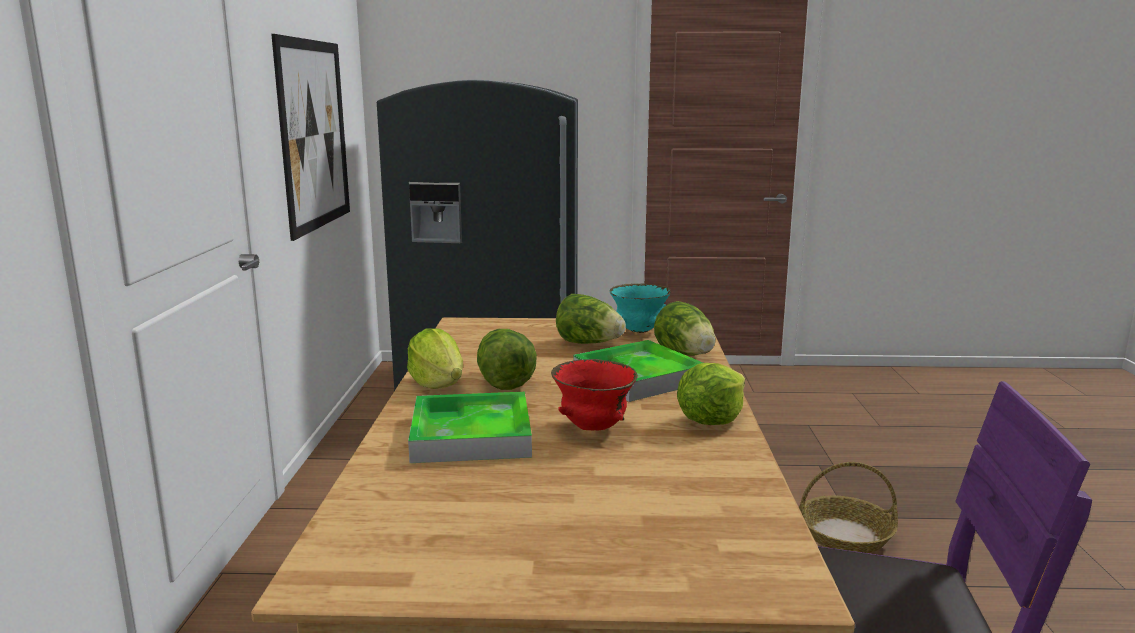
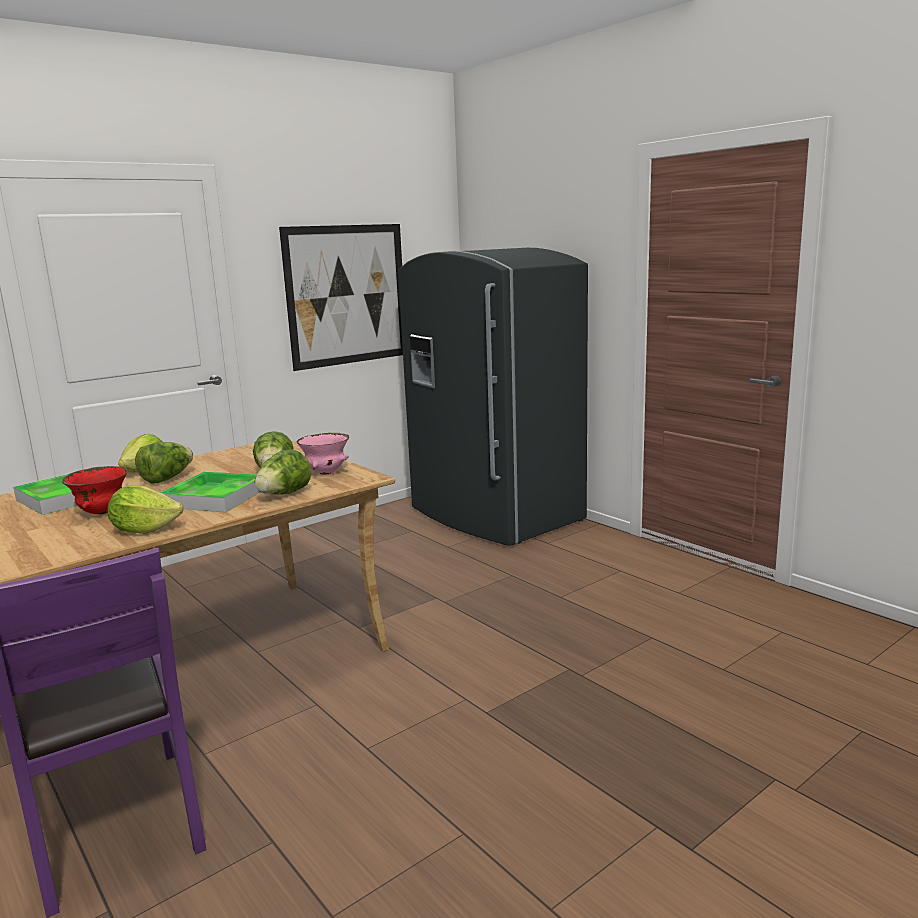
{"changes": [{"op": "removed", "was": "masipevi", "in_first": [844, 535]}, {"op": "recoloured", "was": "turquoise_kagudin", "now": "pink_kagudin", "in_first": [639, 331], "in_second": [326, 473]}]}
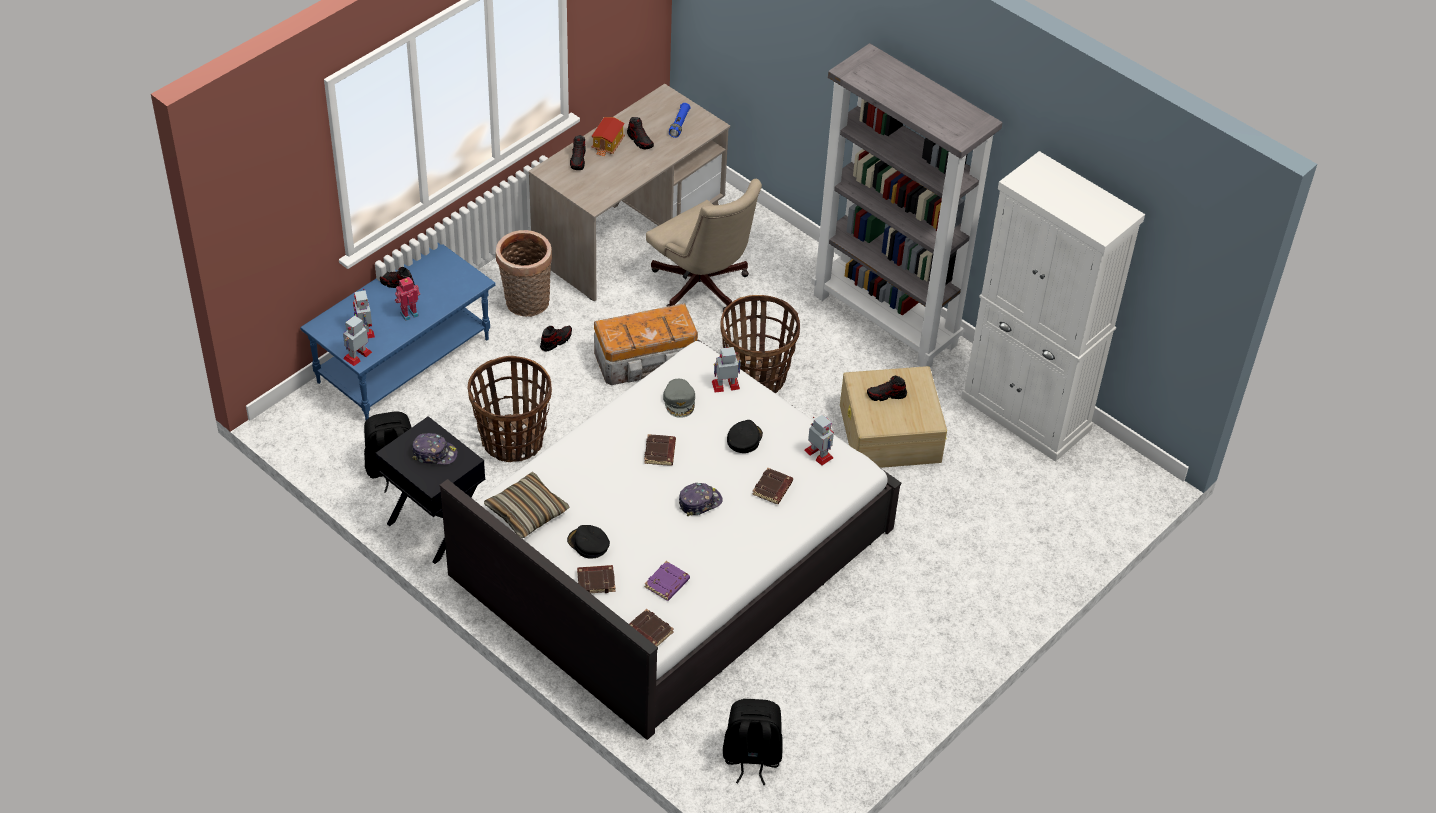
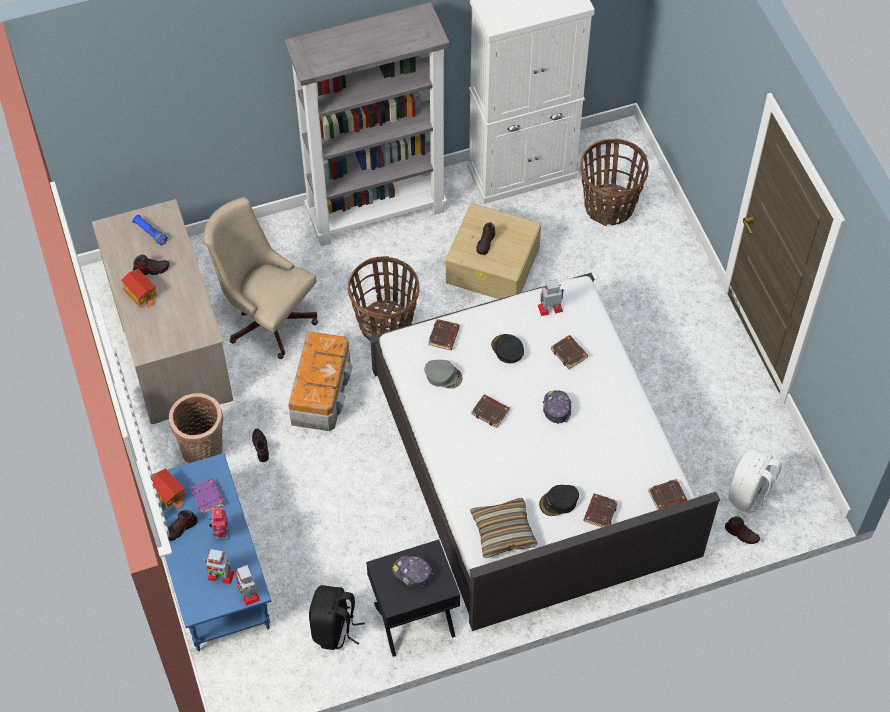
{"changes": [{"op": "added", "now": "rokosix", "in_second": [169, 494]}, {"op": "moved", "was": "masipevi", "in_first": [512, 441], "in_second": [609, 206]}, {"op": "moved", "was": "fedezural", "in_first": [578, 160], "in_second": [741, 534]}, {"op": "moved", "was": "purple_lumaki", "in_first": [667, 584], "in_second": [208, 498]}, {"op": "replaced", "was": "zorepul", "now": "brown_lumaki", "in_first": [726, 385], "in_second": [444, 336]}, {"op": "recoloured", "was": "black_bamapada", "now": "white_bamapada", "in_first": [751, 757], "in_second": [750, 494]}, {"op": "turned", "was": "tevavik", "in_first": [434, 454], "in_second": [412, 573], "clockwise": -90}, {"op": "turned", "was": "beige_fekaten", "in_first": [702, 289], "in_second": [266, 317], "clockwise": -135}]}
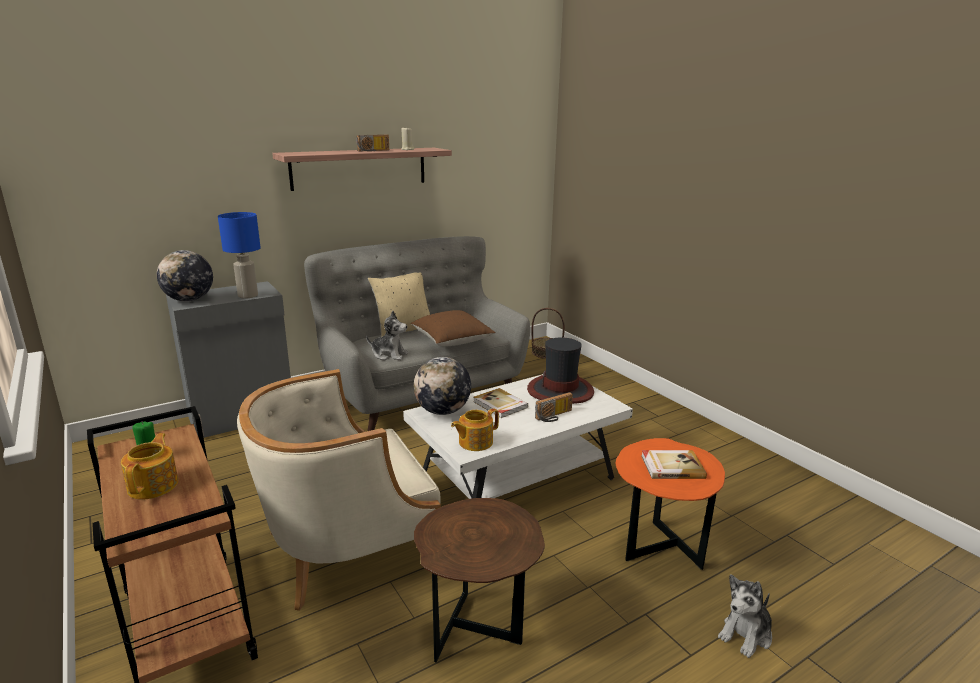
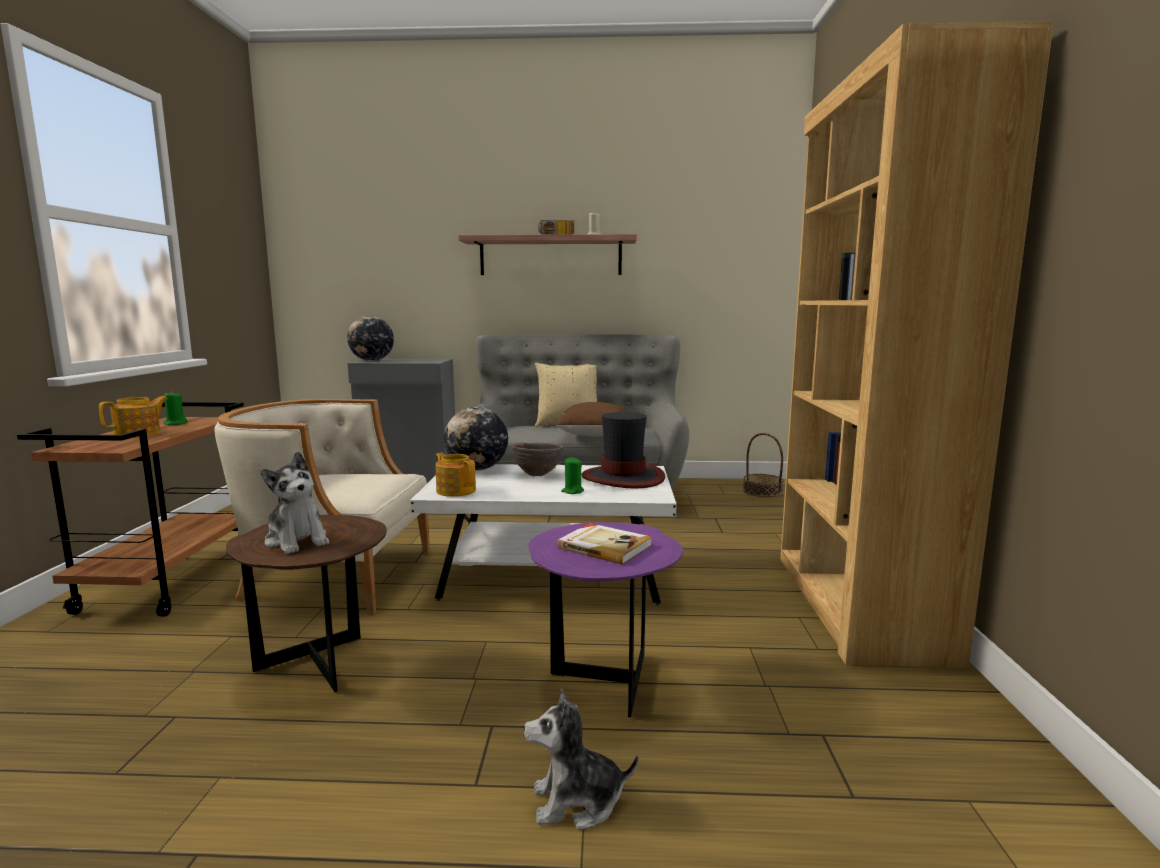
{"changes": [{"op": "removed", "was": "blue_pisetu", "in_first": [248, 296]}, {"op": "added", "now": "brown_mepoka", "in_second": [856, 604]}, {"op": "moved", "was": "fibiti", "in_first": [389, 355], "in_second": [297, 540]}, {"op": "replaced", "was": "lumaki", "now": "brown_kagudin", "in_first": [500, 405], "in_second": [537, 475]}, {"op": "replaced", "was": "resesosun", "now": "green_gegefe", "in_first": [554, 416], "in_second": [572, 491]}, {"op": "recoloured", "was": "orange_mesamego", "now": "purple_mesamego", "in_first": [658, 552], "in_second": [603, 681]}, {"op": "turned", "was": "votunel", "in_first": [474, 442], "in_second": [456, 490], "clockwise": 45}]}
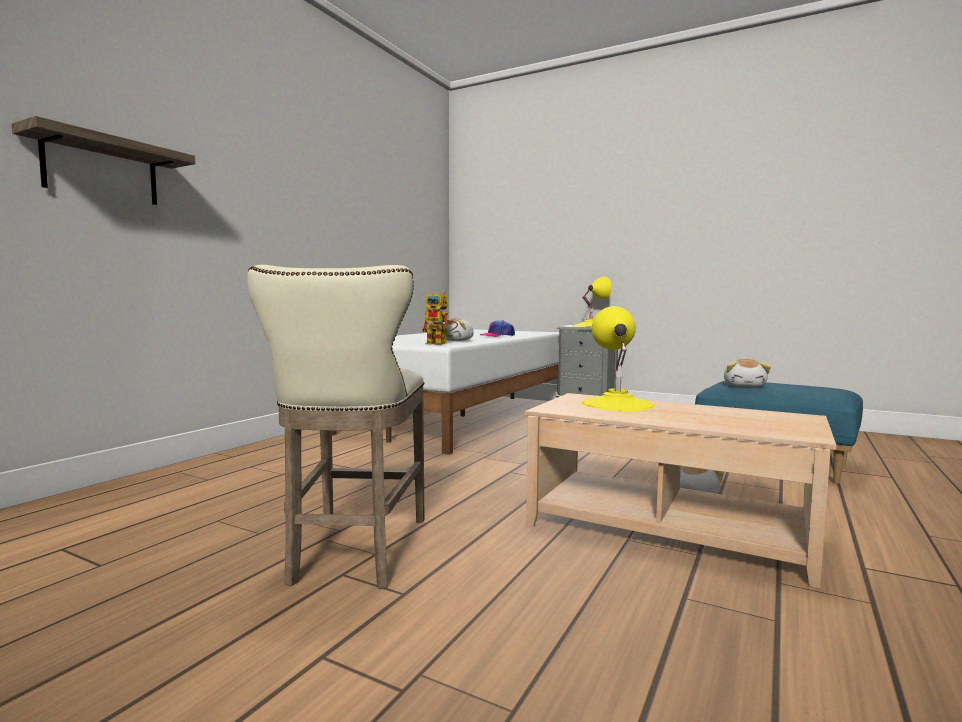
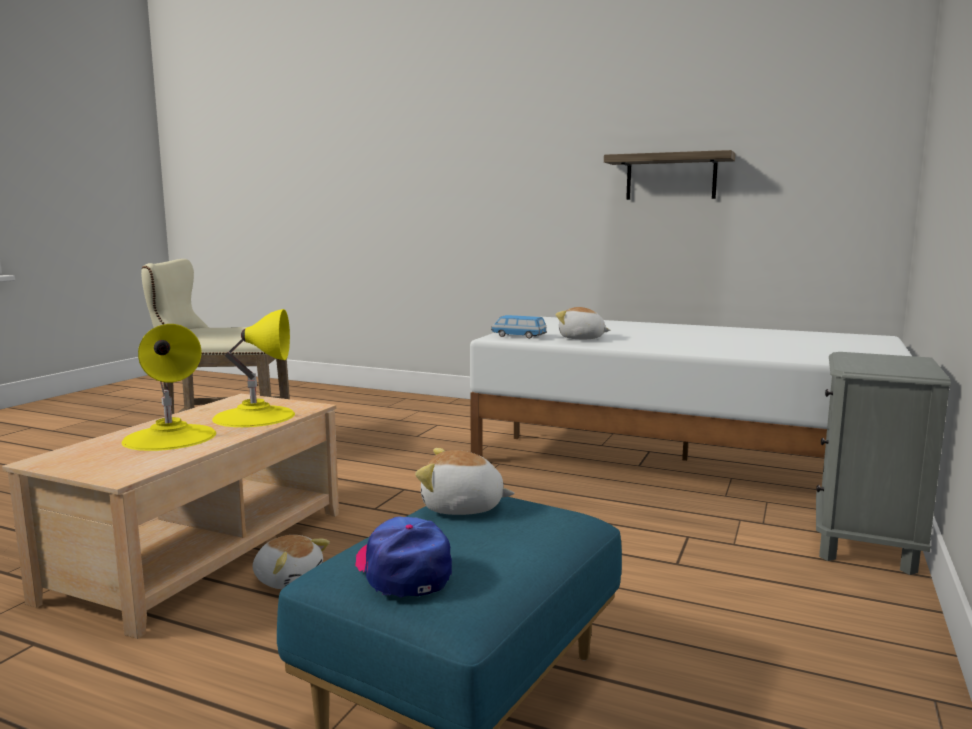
{"changes": [{"op": "moved", "was": "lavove", "in_first": [101, 170], "in_second": [671, 177]}, {"op": "moved", "was": "tevavik", "in_first": [497, 336], "in_second": [403, 569]}, {"op": "moved", "was": "yellow_pisetu", "in_first": [590, 326], "in_second": [170, 437]}, {"op": "replaced", "was": "zorepul", "now": "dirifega", "in_first": [441, 344], "in_second": [518, 336]}]}
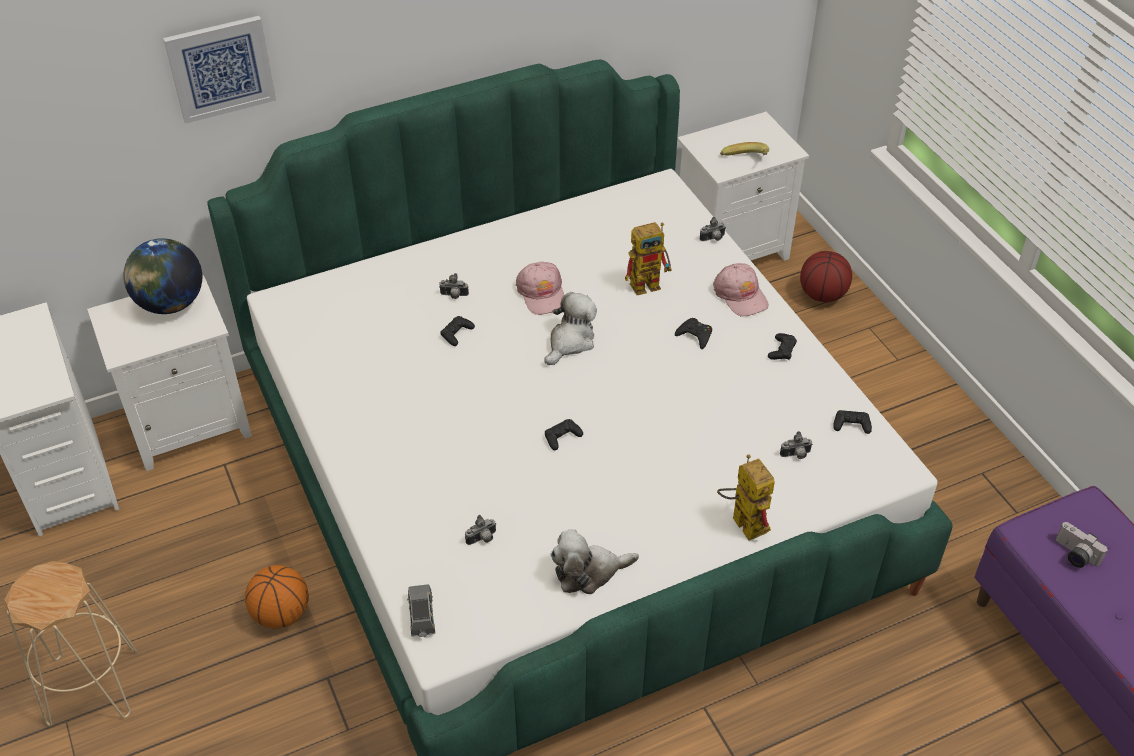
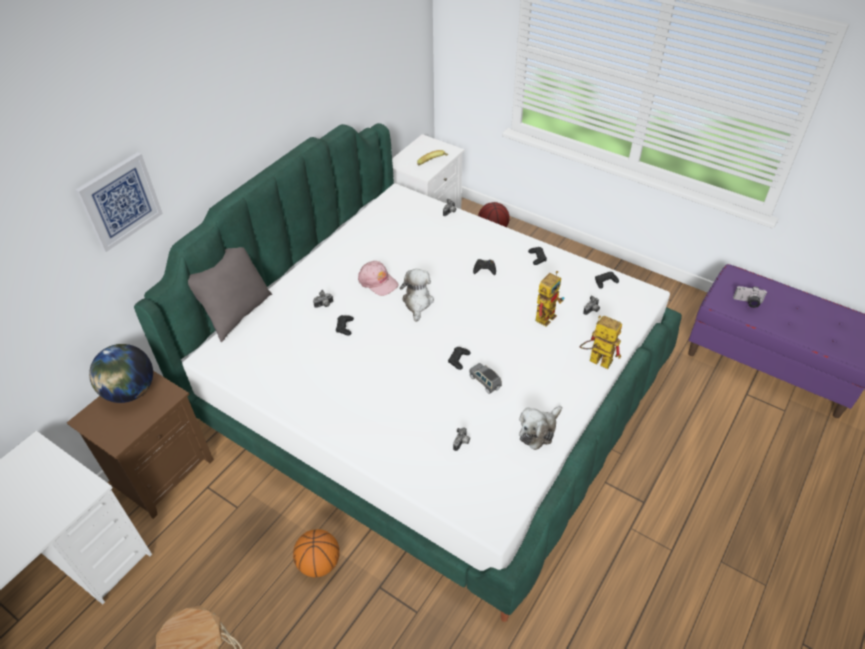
{"changes": [{"op": "removed", "was": "pink_tevavik", "in_first": [740, 295]}, {"op": "added", "now": "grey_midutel", "in_second": [237, 314]}, {"op": "moved", "was": "grey_dirifega", "in_first": [422, 617], "in_second": [485, 382]}, {"op": "moved", "was": "zorepul", "in_first": [650, 283], "in_second": [546, 314]}, {"op": "recoloured", "was": "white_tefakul", "now": "brown_tefakul", "in_first": [191, 423], "in_second": [163, 471]}]}
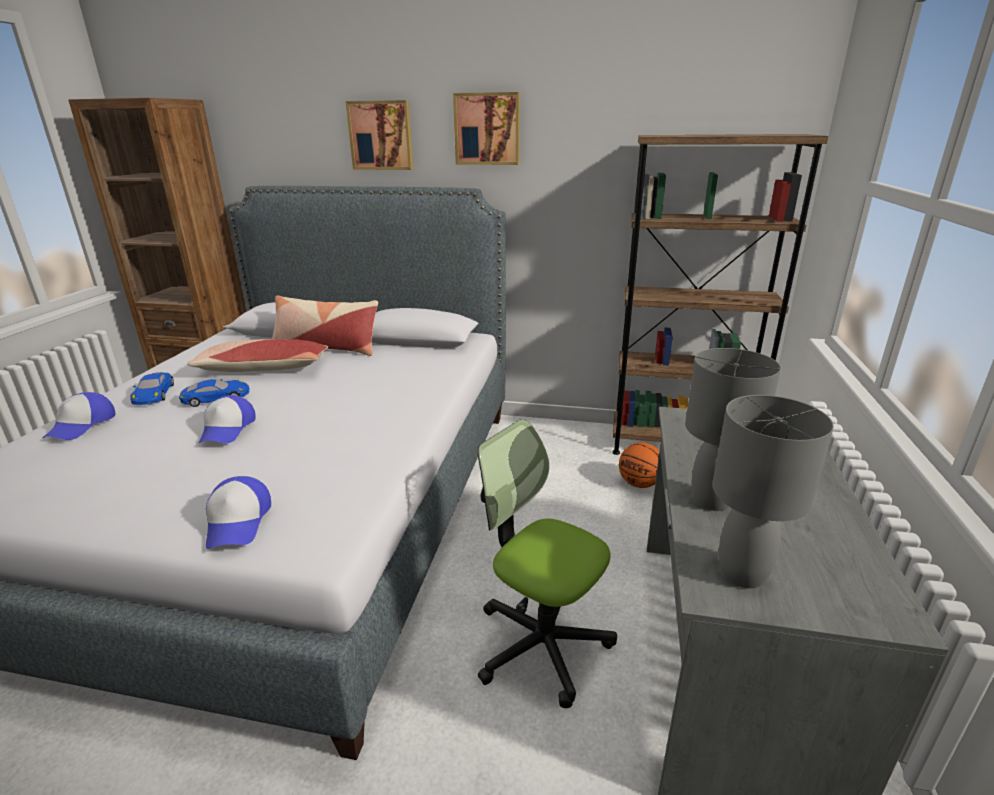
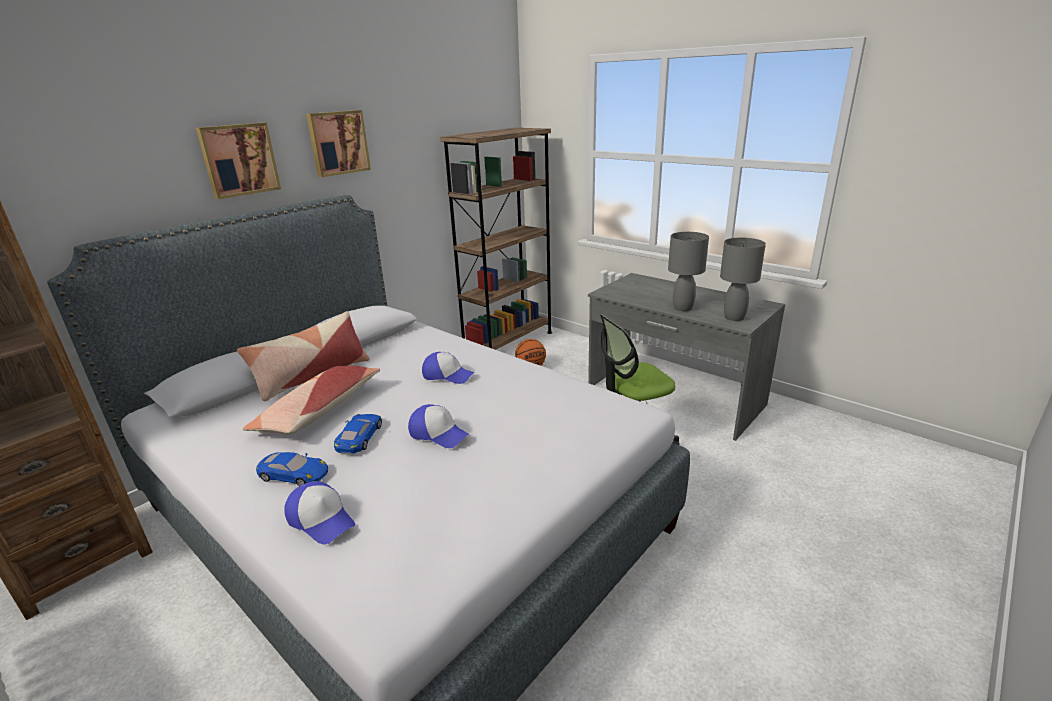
{"changes": [{"op": "moved", "was": "tevavik", "in_first": [238, 521], "in_second": [447, 375]}]}
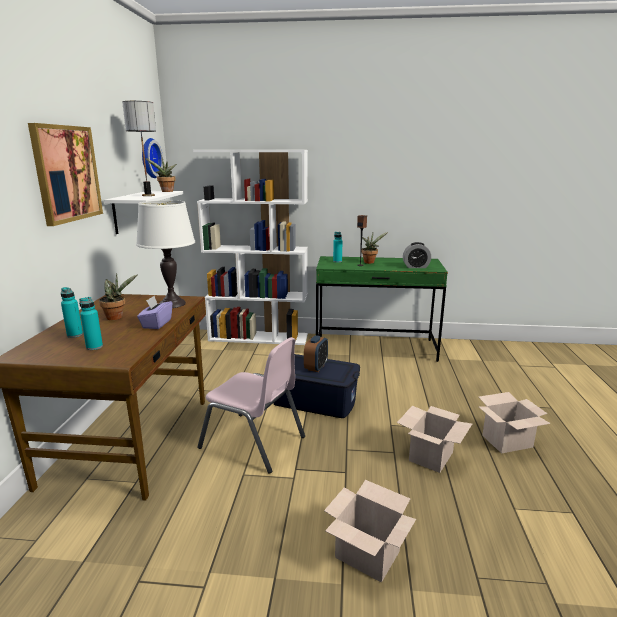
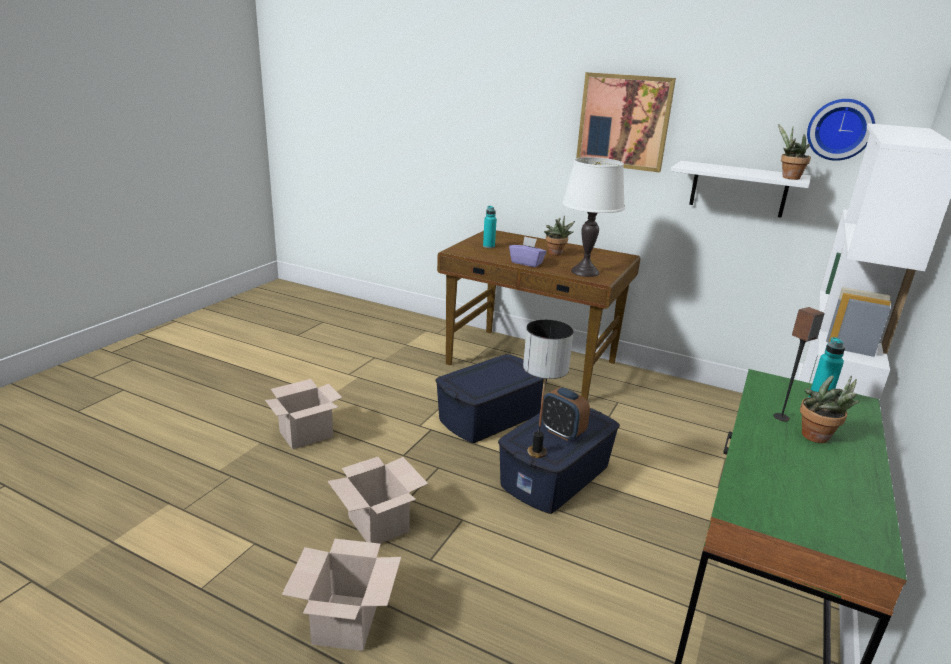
{"changes": [{"op": "removed", "was": "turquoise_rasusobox", "in_first": [75, 335]}, {"op": "removed", "was": "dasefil", "in_first": [416, 267]}, {"op": "moved", "was": "pisetu", "in_first": [148, 195], "in_second": [537, 452]}, {"op": "replaced", "was": "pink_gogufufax", "now": "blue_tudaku", "in_first": [253, 442], "in_second": [489, 416]}]}
